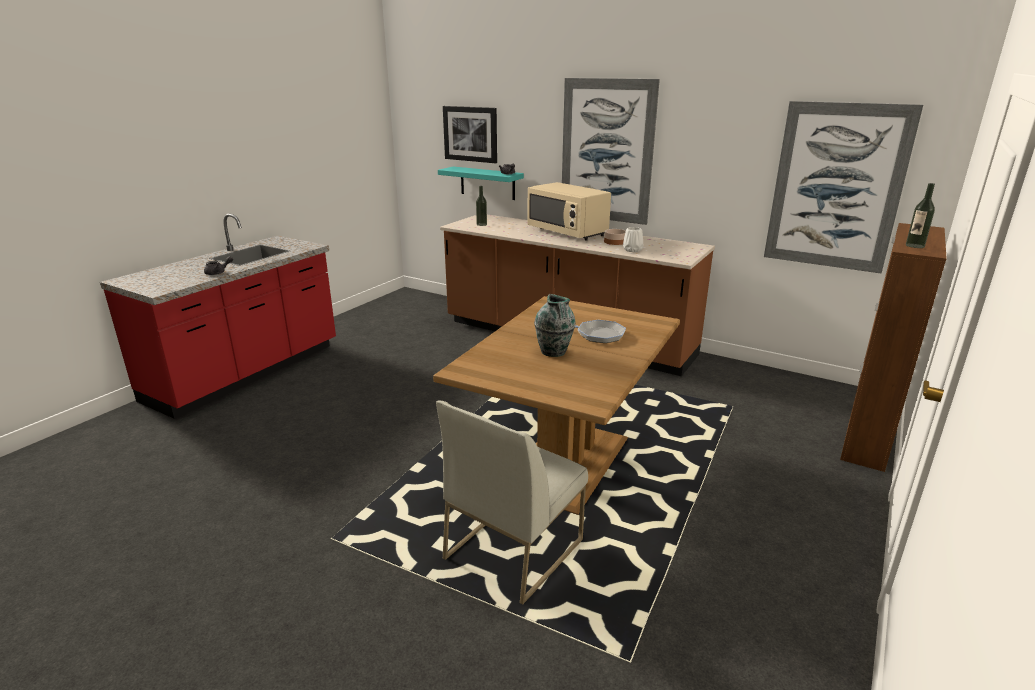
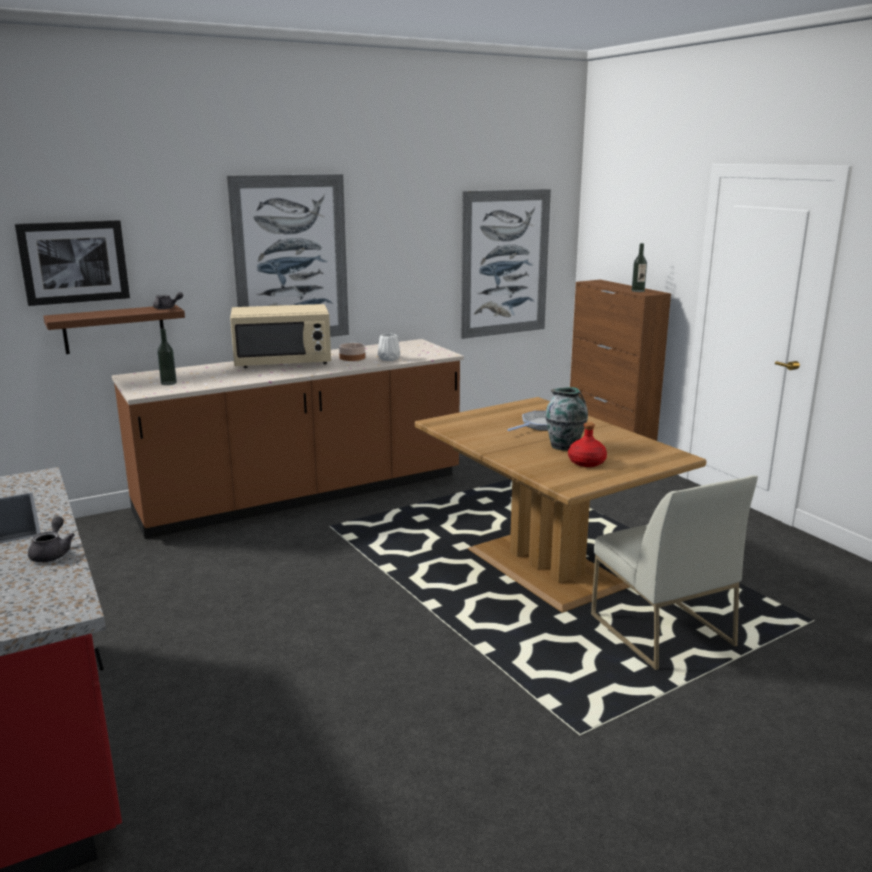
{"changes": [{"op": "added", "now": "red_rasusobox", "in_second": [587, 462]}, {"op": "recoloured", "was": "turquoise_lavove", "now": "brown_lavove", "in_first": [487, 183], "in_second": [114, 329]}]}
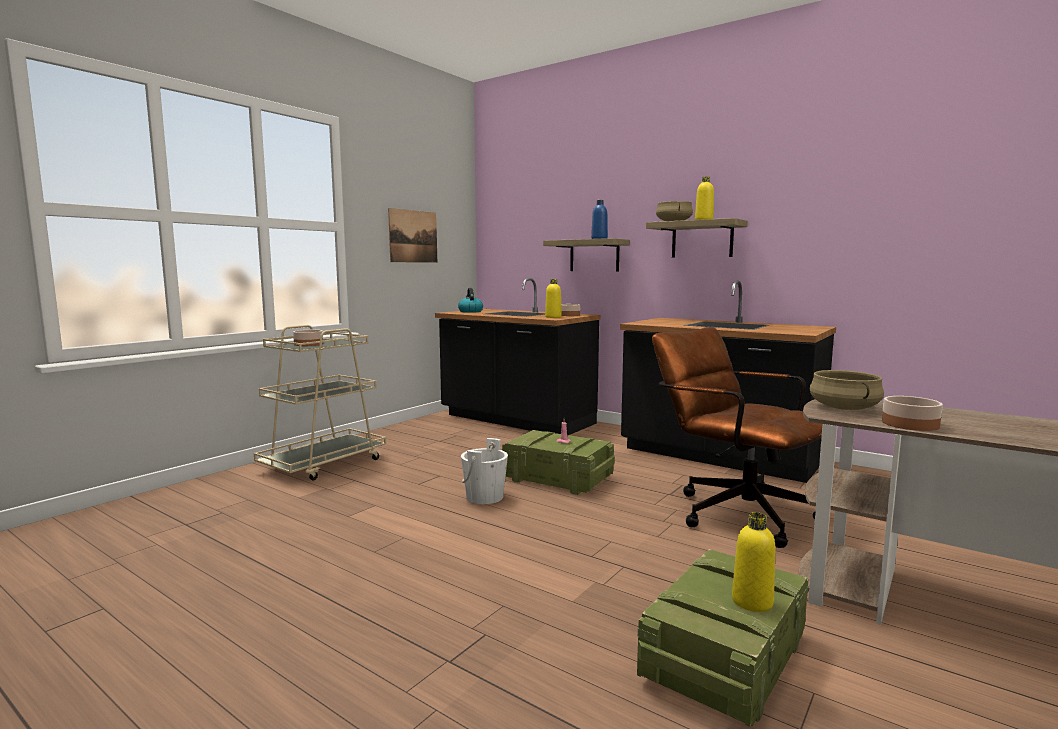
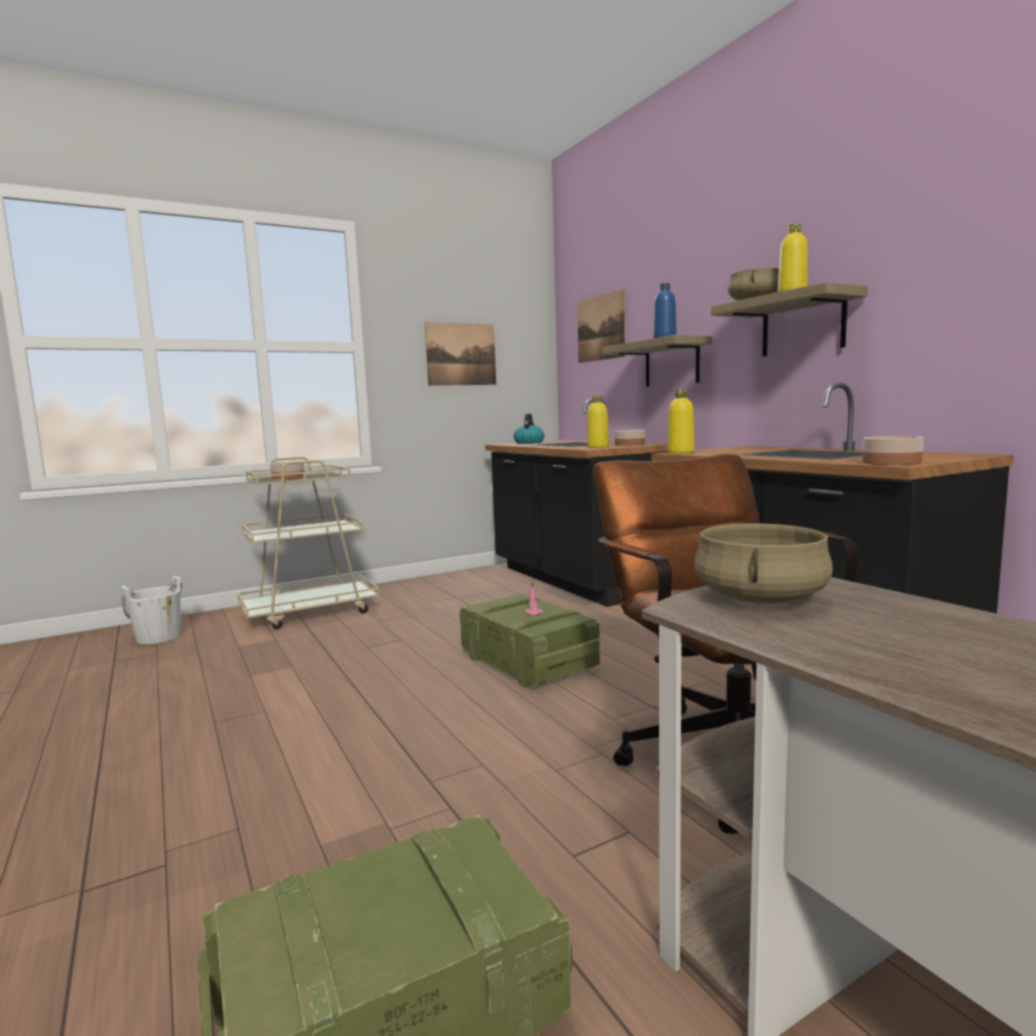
{"changes": [{"op": "added", "now": "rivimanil", "in_second": [601, 328]}, {"op": "moved", "was": "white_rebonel", "in_first": [485, 497], "in_second": [158, 637]}, {"op": "moved", "was": "yellow_rasusobox", "in_first": [752, 601], "in_second": [680, 452]}, {"op": "moved", "was": "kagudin", "in_first": [910, 424], "in_second": [892, 462]}]}
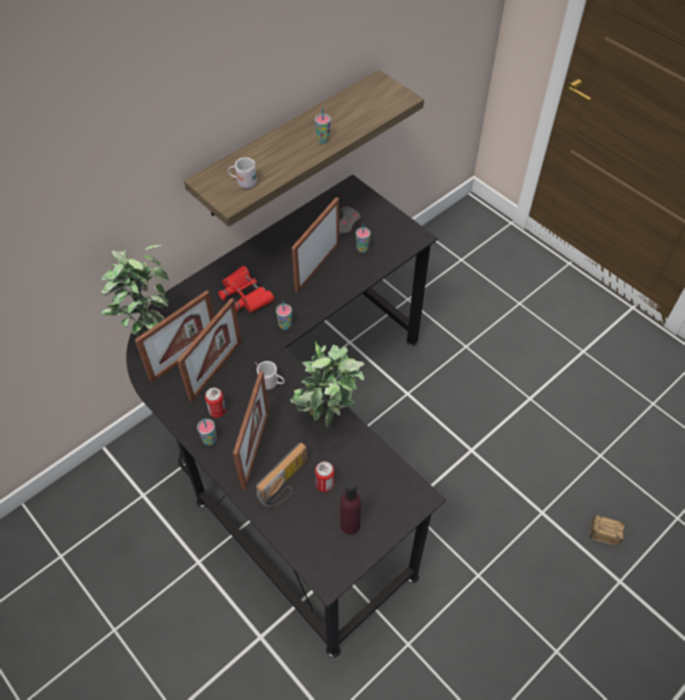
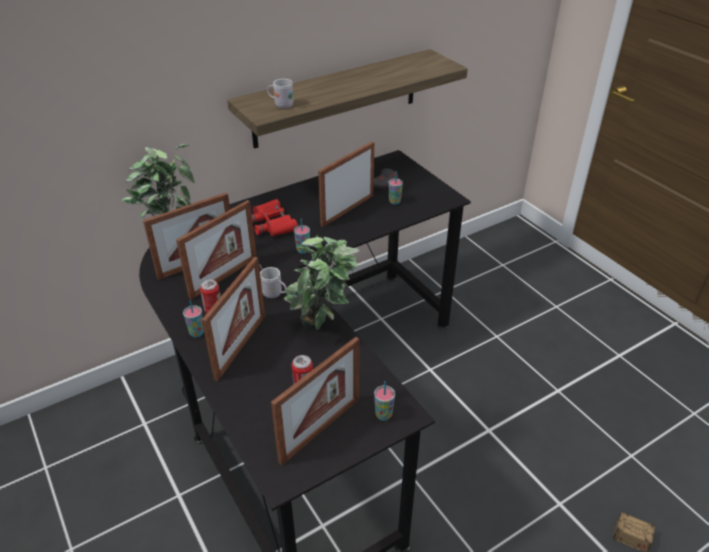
{"changes": [{"op": "removed", "was": "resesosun", "in_first": [286, 484]}, {"op": "moved", "was": "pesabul", "in_first": [323, 139], "in_second": [383, 415]}, {"op": "replaced", "was": "purple_rasusobox", "now": "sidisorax", "in_first": [350, 524], "in_second": [320, 429]}]}
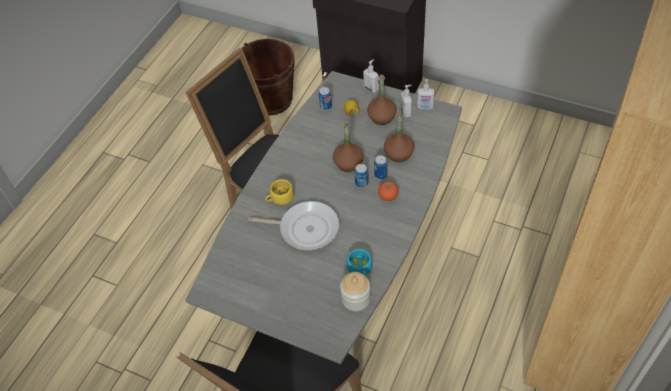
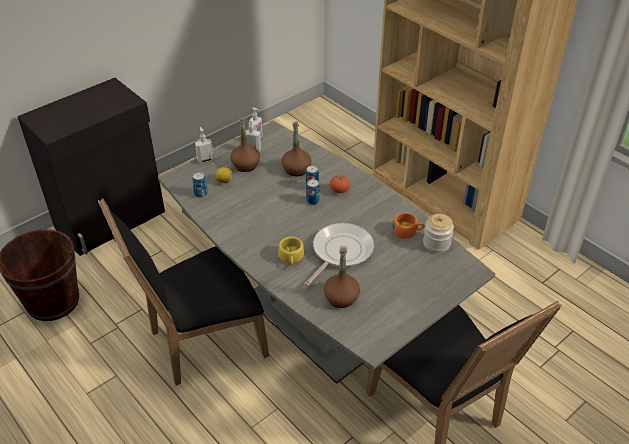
{"changes": [{"op": "moved", "was": "brown_rasusobox", "in_first": [348, 163], "in_second": [341, 298]}, {"op": "recoloured", "was": "turquoise_pesabul", "now": "orange_pesabul", "in_first": [360, 269], "in_second": [407, 231]}]}
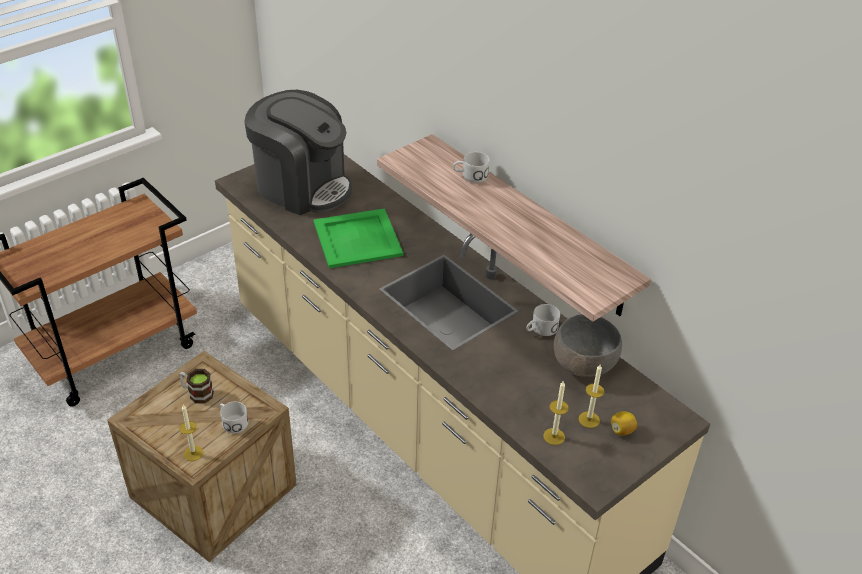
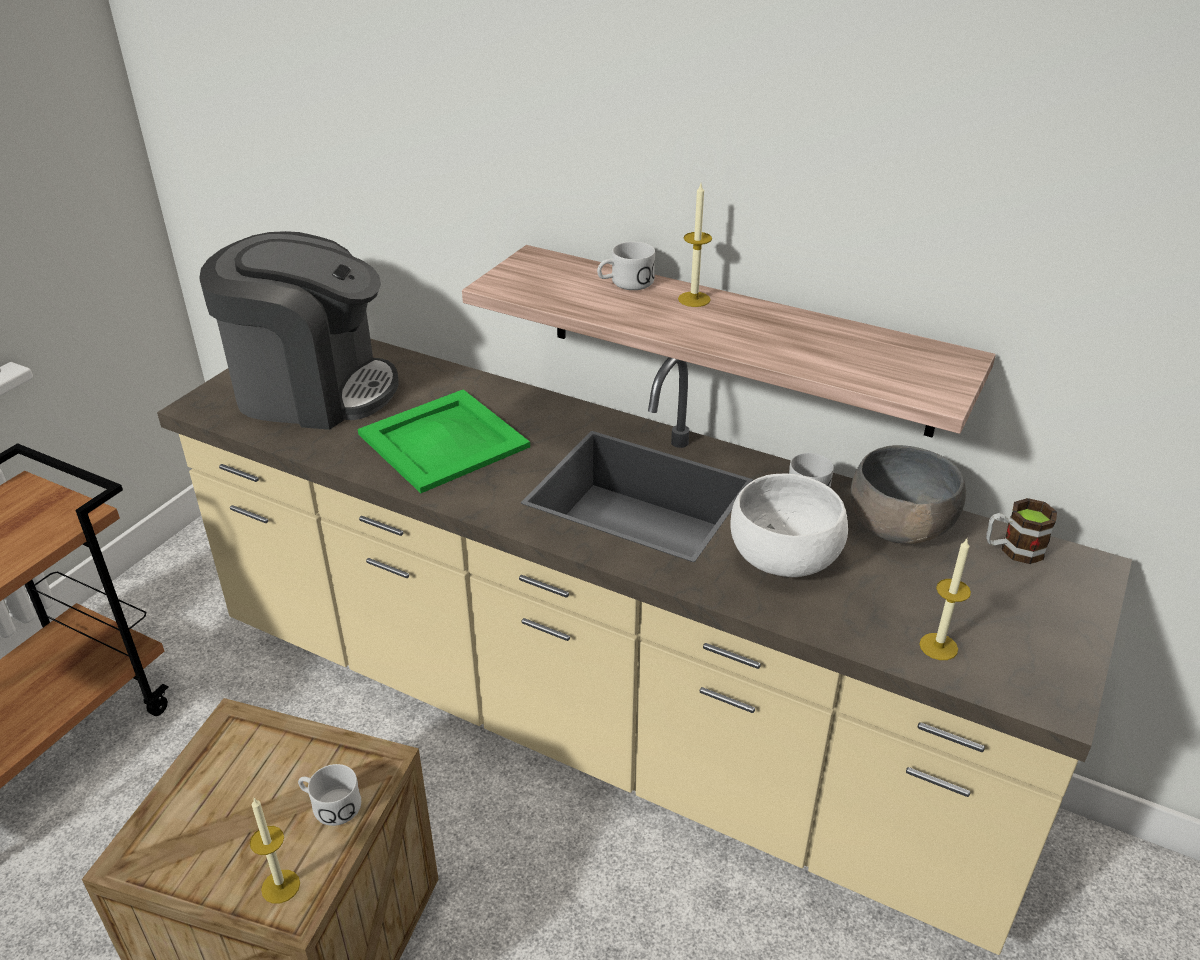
{"changes": [{"op": "removed", "was": "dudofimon", "in_first": [622, 430]}, {"op": "added", "now": "white_kagudin", "in_second": [784, 558]}, {"op": "moved", "was": "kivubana", "in_first": [197, 393], "in_second": [1013, 549]}, {"op": "moved", "was": "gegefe", "in_first": [589, 419], "in_second": [694, 299]}]}
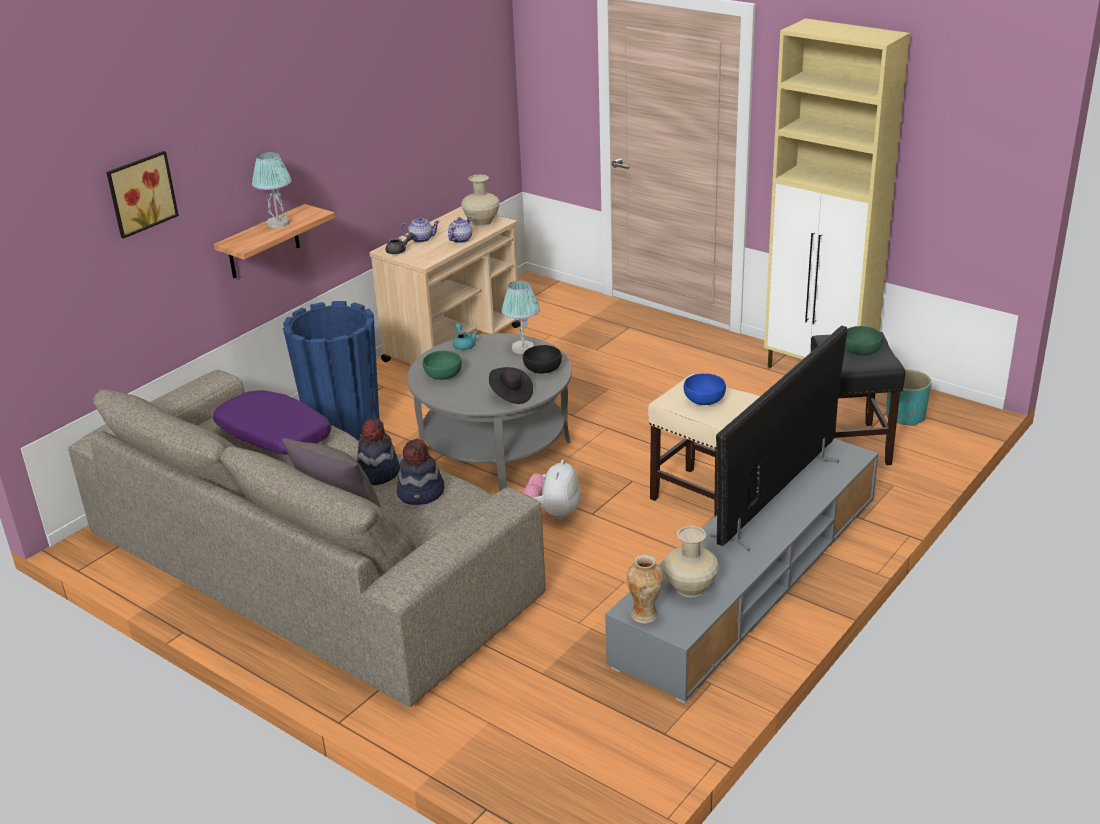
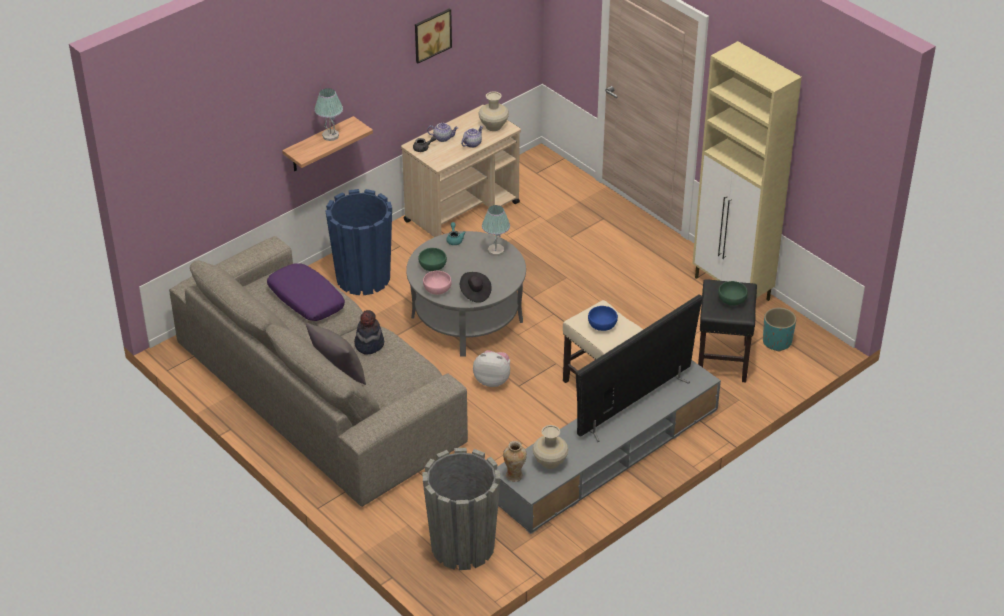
{"changes": [{"op": "removed", "was": "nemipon", "in_first": [421, 493]}, {"op": "removed", "was": "black_kagudin", "in_first": [543, 369]}, {"op": "added", "now": "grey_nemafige", "in_second": [462, 546]}, {"op": "added", "now": "pink_kagudin", "in_second": [437, 289]}, {"op": "moved", "was": "rivimanil", "in_first": [140, 193], "in_second": [431, 34]}, {"op": "turned", "was": "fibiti", "in_first": [553, 512], "in_second": [492, 380], "clockwise": 75}]}
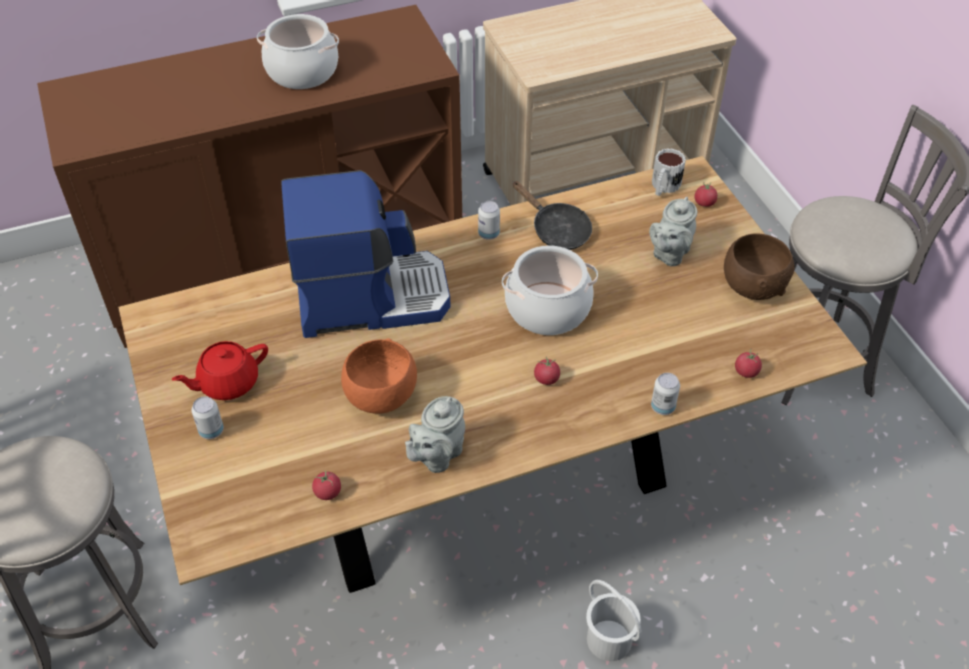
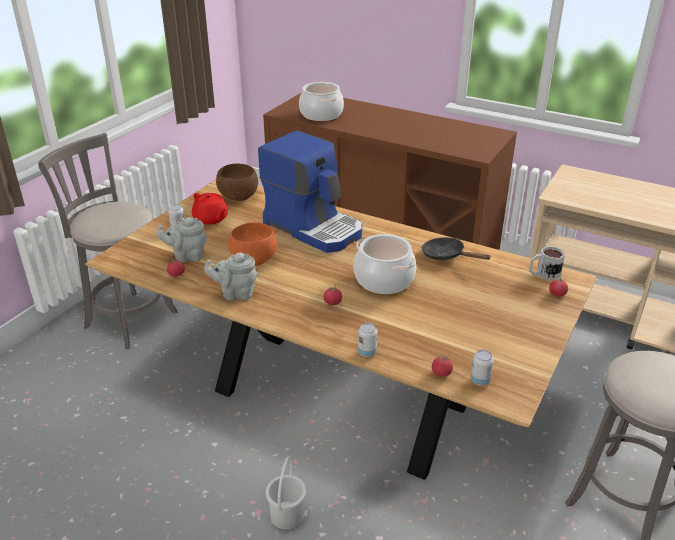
{"changes": [{"op": "moved", "was": "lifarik", "in_first": [302, 71], "in_second": [321, 114]}, {"op": "moved", "was": "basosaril", "in_first": [489, 234], "in_second": [480, 380]}, {"op": "moved", "was": "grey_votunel", "in_first": [669, 254], "in_second": [187, 256]}, {"op": "moved", "was": "brown_kagudin", "in_first": [753, 286], "in_second": [239, 196]}, {"op": "turned", "was": "red_votunel", "in_first": [227, 383], "in_second": [211, 219], "clockwise": -150}, {"op": "turned", "was": "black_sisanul", "in_first": [556, 230], "in_second": [446, 256], "clockwise": 120}]}
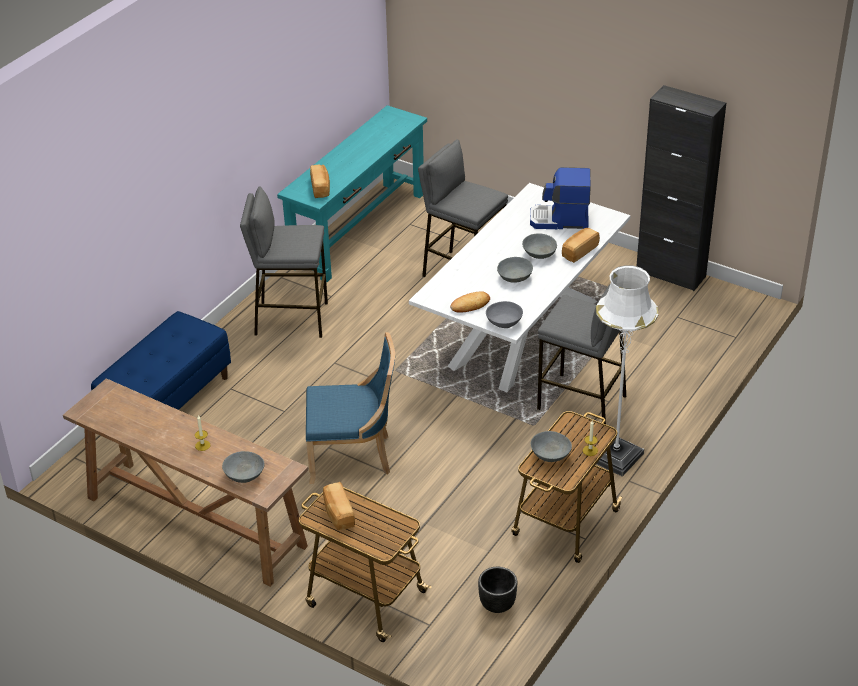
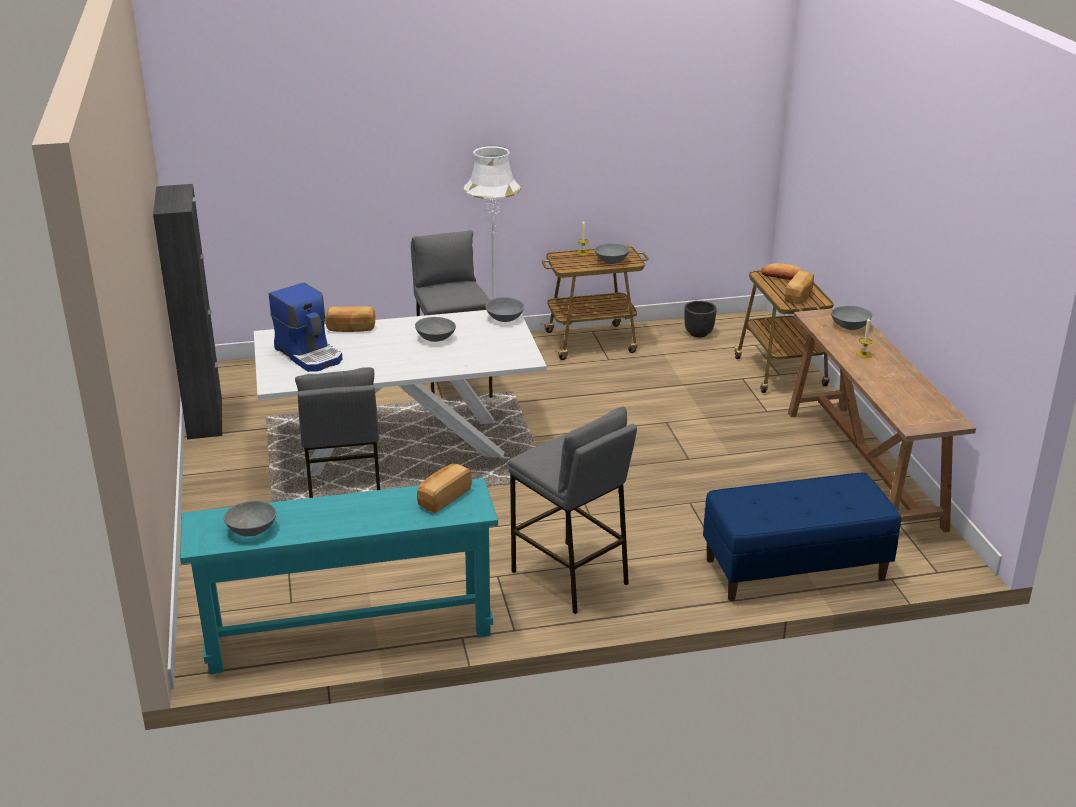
{"changes": [{"op": "removed", "was": "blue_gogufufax", "in_first": [353, 456]}, {"op": "moved", "was": "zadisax", "in_first": [470, 305], "in_second": [782, 275]}, {"op": "moved", "was": "grey_kagudin", "in_first": [538, 254], "in_second": [252, 530]}]}
